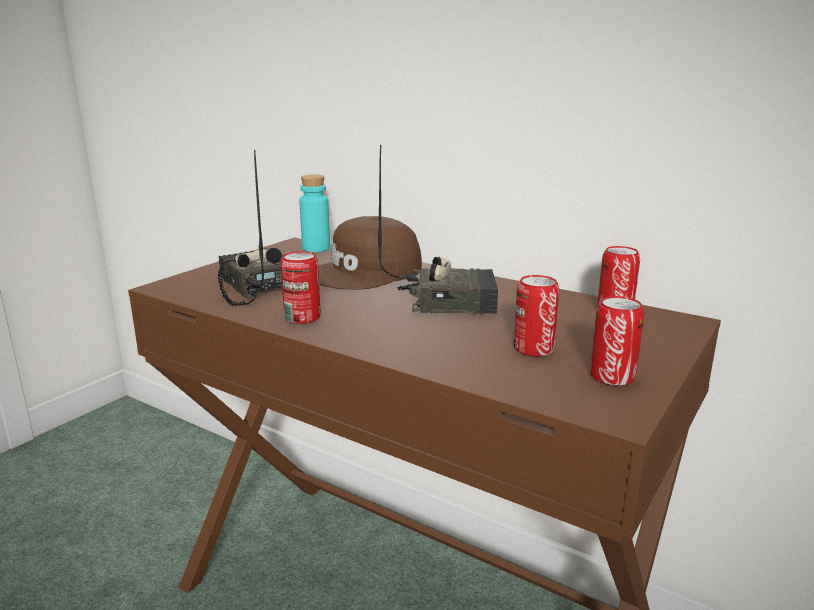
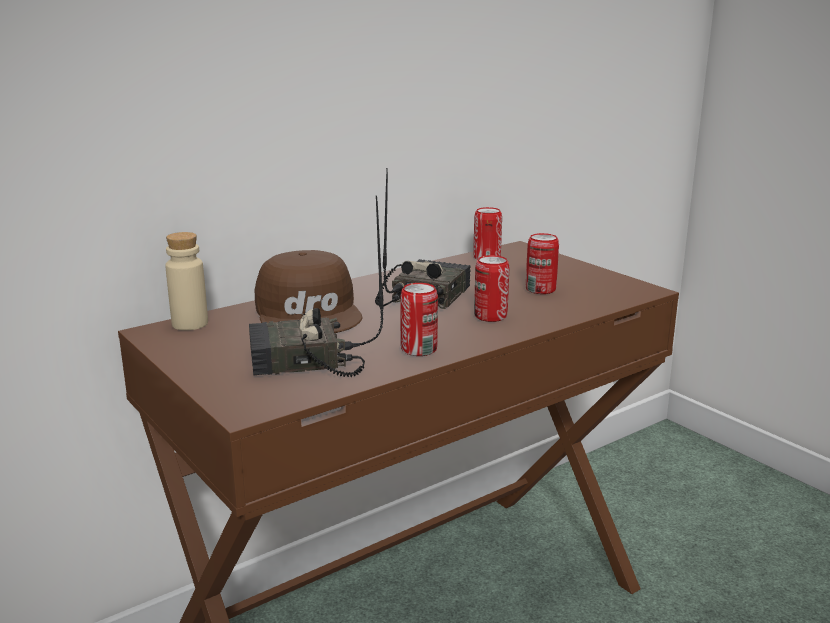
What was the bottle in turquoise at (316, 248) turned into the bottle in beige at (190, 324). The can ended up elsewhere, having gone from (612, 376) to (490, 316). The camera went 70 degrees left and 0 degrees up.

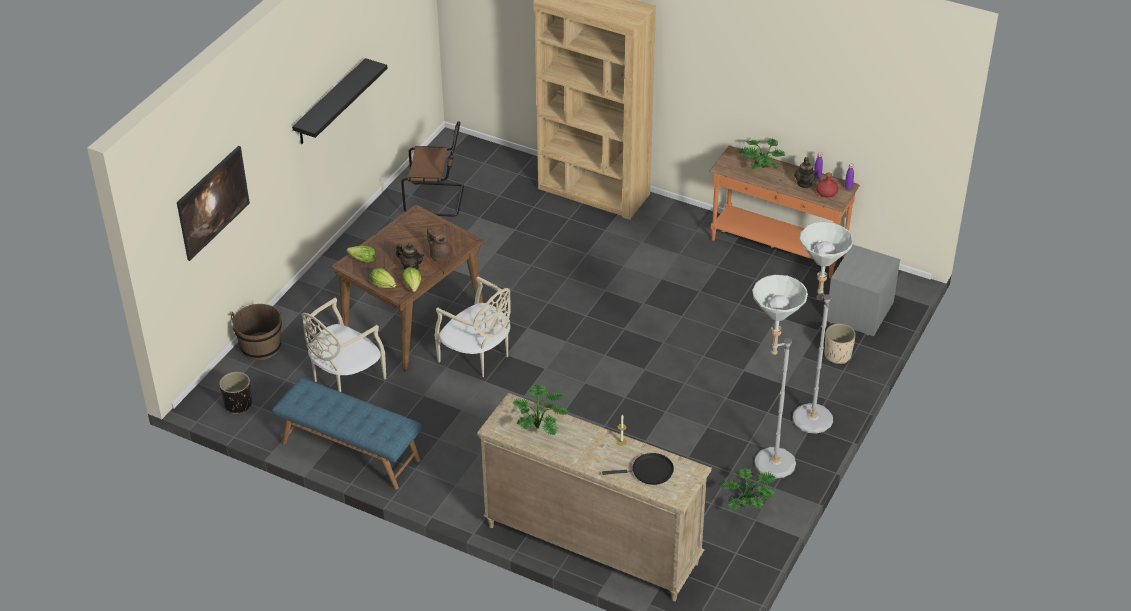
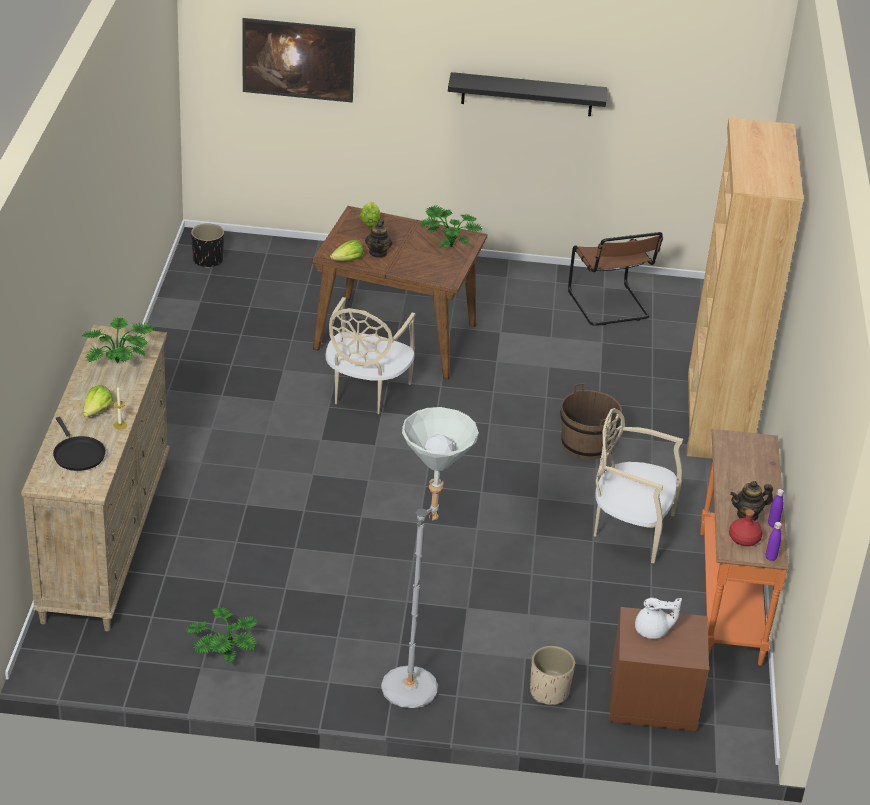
The lettuce ended up elsewhere, having gone from (383, 285) to (97, 411). The potted plant ended up elsewhere, having gone from (760, 168) to (448, 245). The bucket in brown ended up elsewhere, having gone from (261, 346) to (586, 444). The chair in beige ended up elsewhere, having gone from (345, 377) to (630, 529). What was the nightstand in grey at (860, 312) turned into the nightstand in brown at (651, 700). The second view gained the teapot in white at (653, 631). The second view lost the bench in blue at (350, 452). The second view lost the teapot in brown at (440, 255). The second view lost the floor lamp in grey at (766, 465). The camera went 65 degrees right and 5 degrees down.

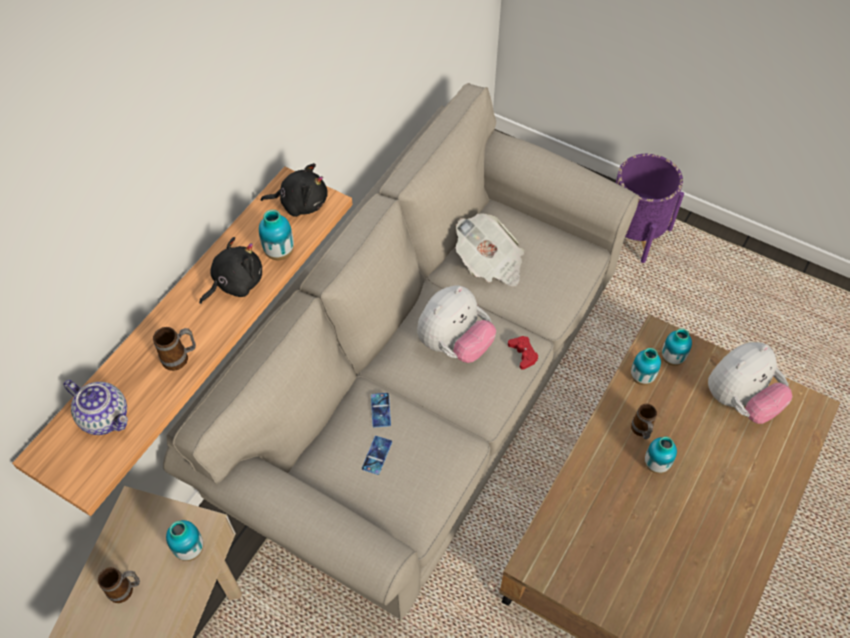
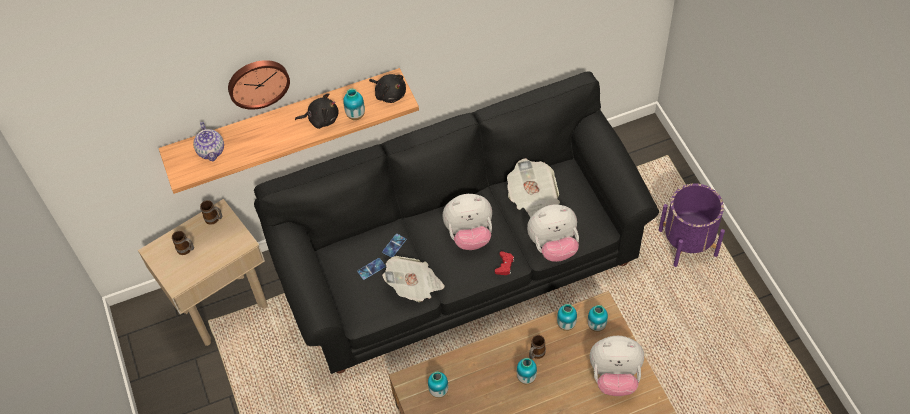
The mug ended up elsewhere, having gone from (181, 358) to (214, 219). The second view gained the wall clock at (258, 82). What was the sofa in beige at (425, 390) turned into the sofa in black at (458, 260). The second view gained the newspaper at (414, 286). The vase ended up elsewhere, having gone from (190, 549) to (438, 391). The second view gained the plush toy at (553, 246). The camera went 40 degrees right and 0 degrees up.

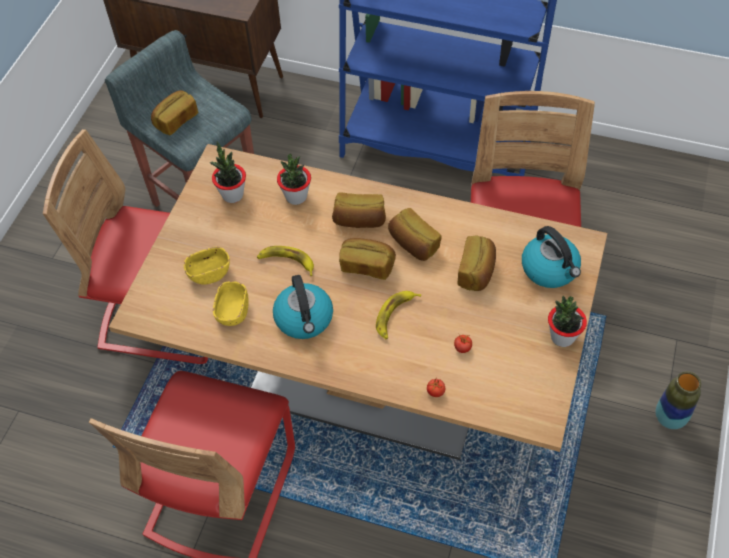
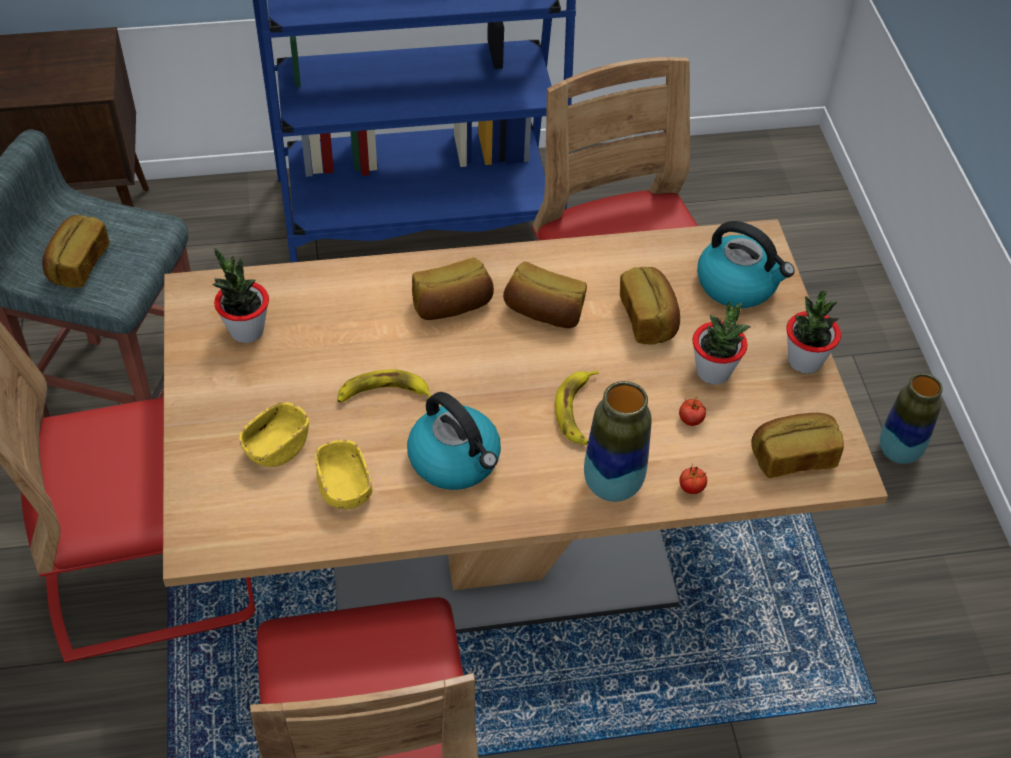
The second view gained the vase at (612, 485). The potted plant ended up elsewhere, having gone from (296, 197) to (713, 372). The bread ended up elsewhere, having gone from (367, 265) to (792, 457). The camera went 30 degrees left and 5 degrees down.

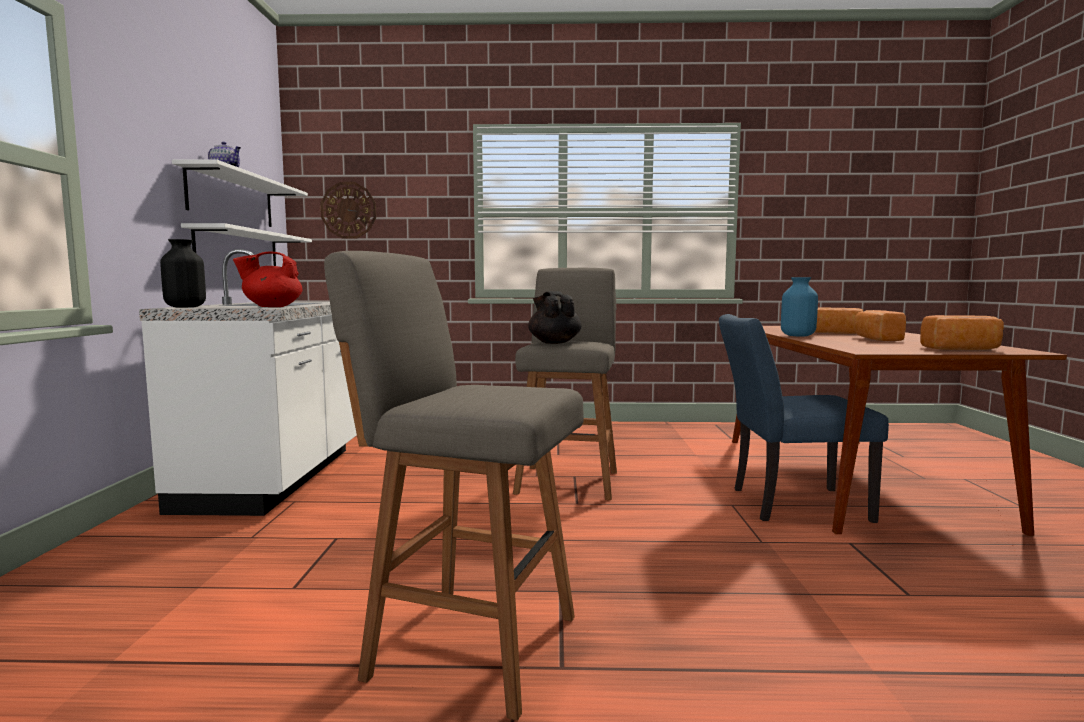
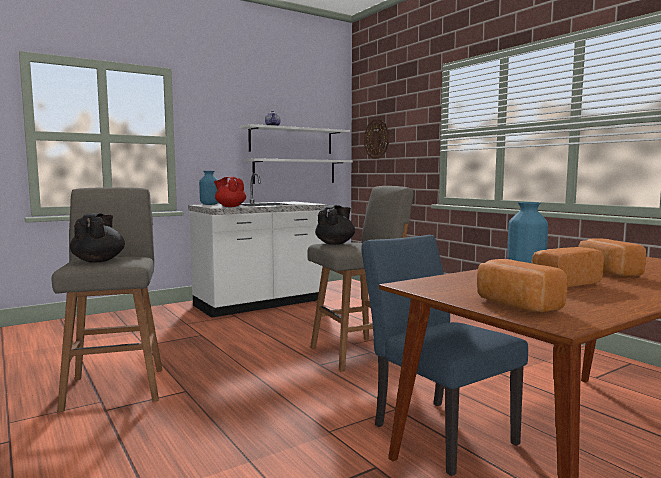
The second view gained the teapot in black at (99, 261). What was the vase in black at (184, 307) turned into the vase in blue at (209, 204). The camera went 55 degrees right and 0 degrees up.

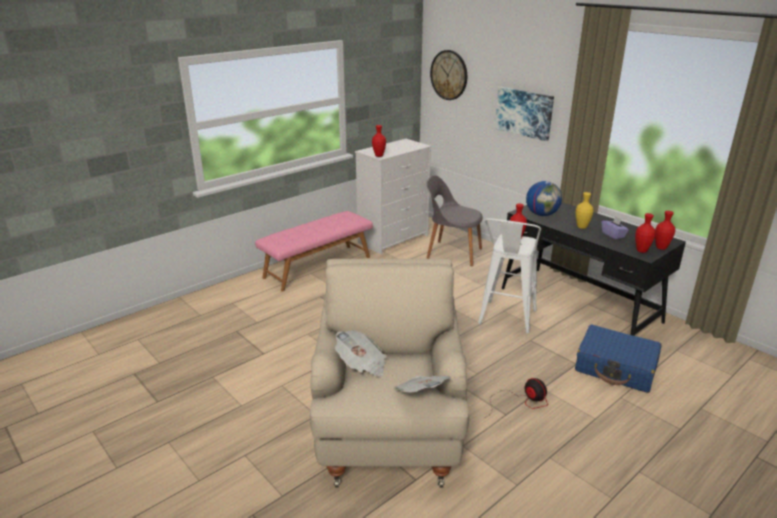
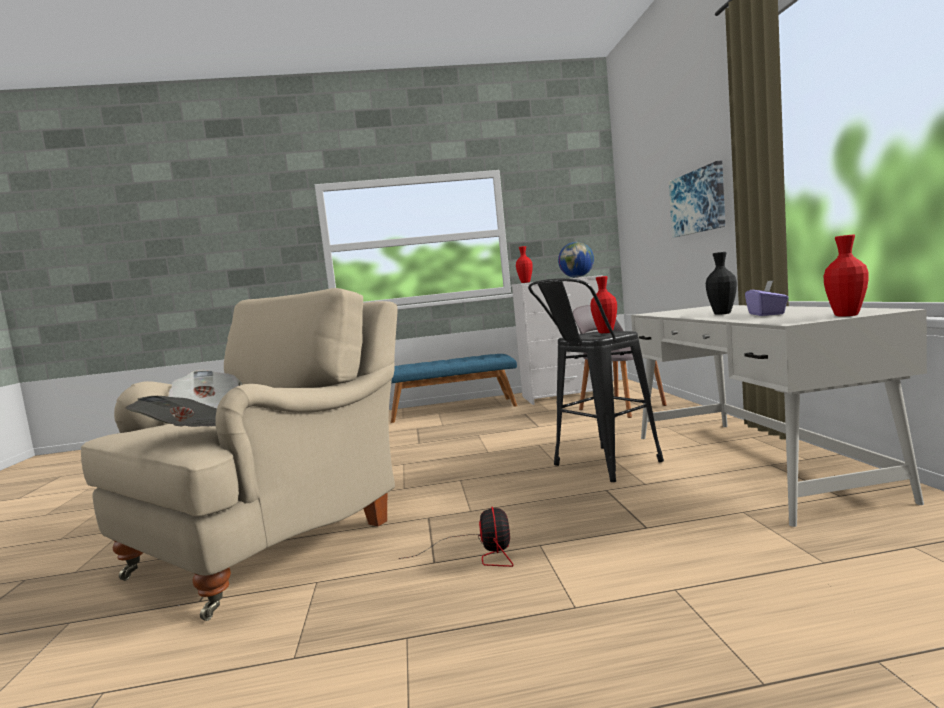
What was the bench in pink at (317, 267) turned into the bench in blue at (453, 409). What was the stool in white at (505, 320) turned into the stool in black at (599, 466). The globe ended up elsewhere, having gone from (542, 214) to (577, 277). What was the desk in black at (579, 305) turned into the desk in white at (750, 464). What was the vase in yellow at (581, 227) turned into the vase in black at (722, 313). The second view lost the wall clock at (449, 75). The second view lost the suitcase in blue at (616, 368). The second view lost the vase in red at (641, 251). The camera went 35 degrees right and 20 degrees down.

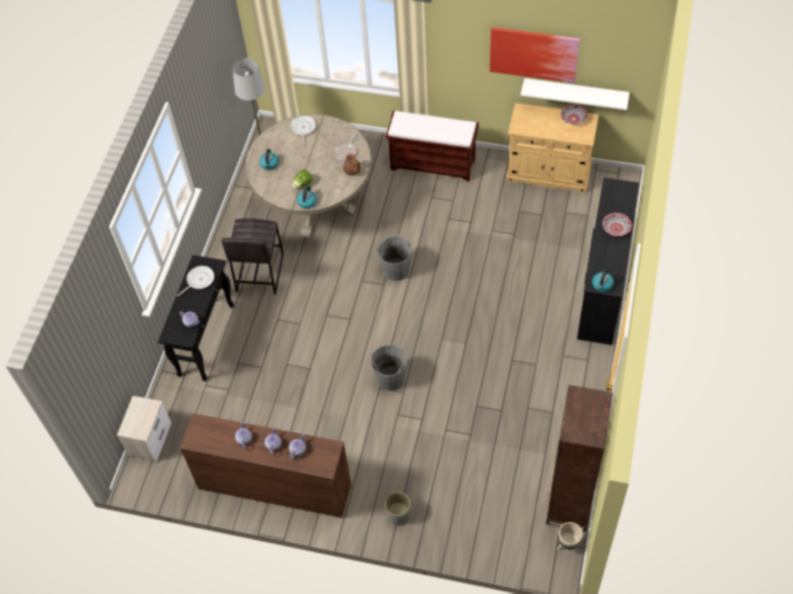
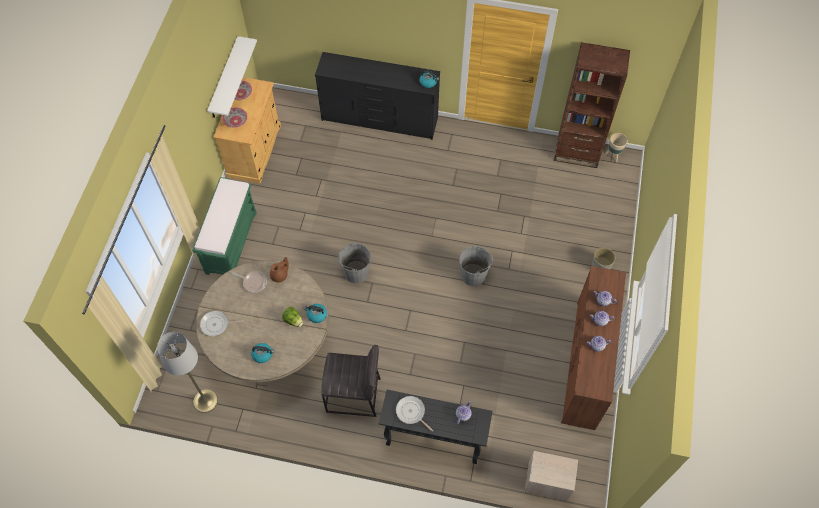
What was the bench in brown at (433, 164) turned into the bench in green at (231, 242). The bowl ended up elsewhere, having gone from (616, 229) to (236, 121). The second view lost the picture at (533, 54). The camera went 95 degrees left and 5 degrees up.

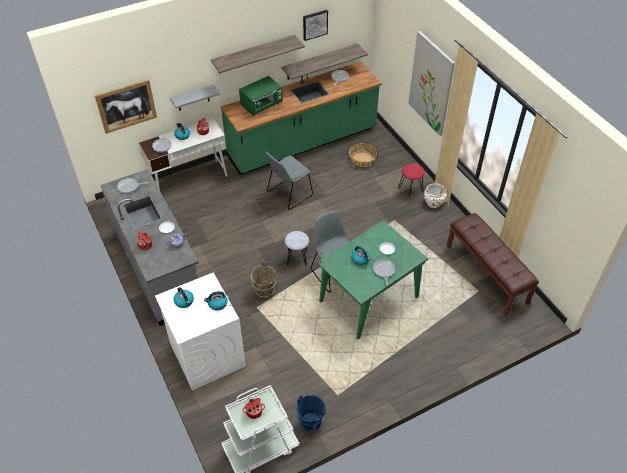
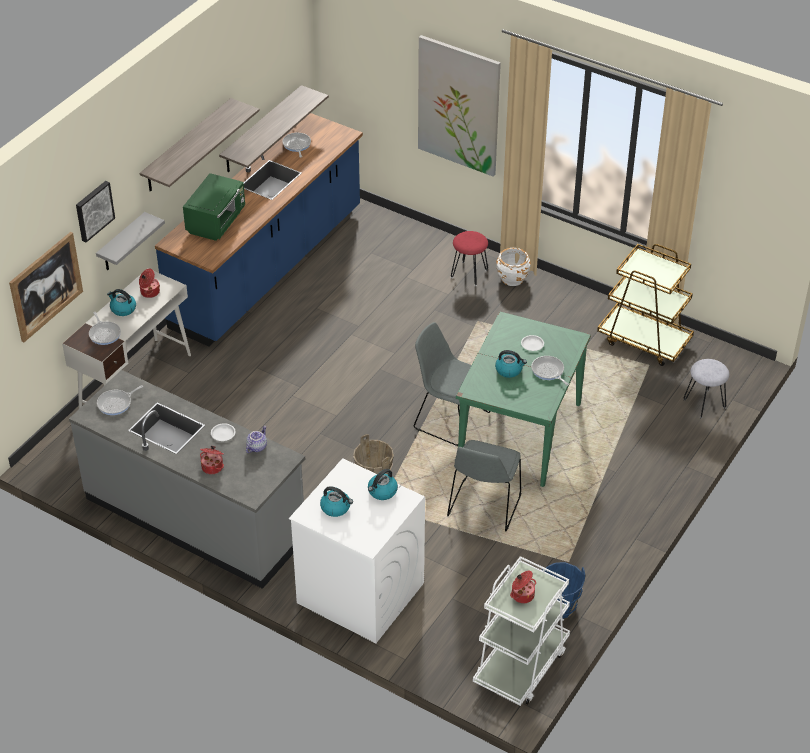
The picture ended up elsewhere, having gone from (314, 24) to (93, 210). What was the counter in green at (303, 144) turned into the counter in blue at (268, 268). The chair in grey ended up elsewhere, having gone from (288, 194) to (484, 506). Where the bench in brown stood at (487, 274), the cart in brown came to stand at (644, 340). The stool in grey ended up elsewhere, having gone from (297, 258) to (704, 403). The second view lost the basket at (362, 160). The camera went 30 degrees left and 5 degrees down.

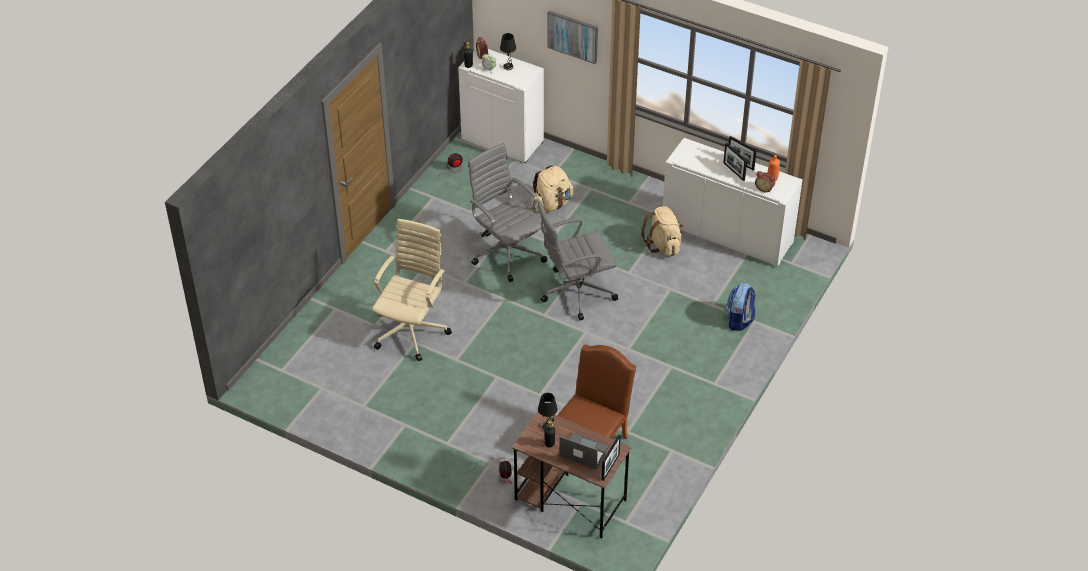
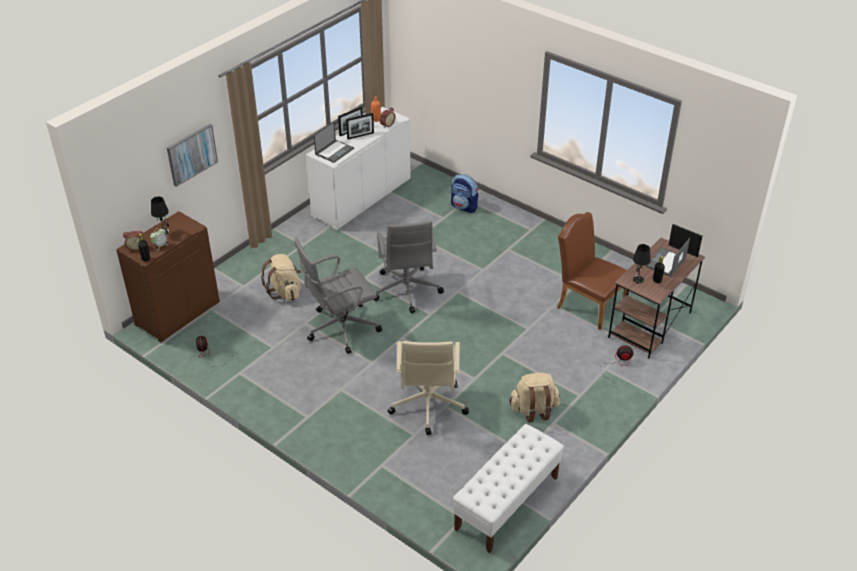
What was the cabinet in white at (503, 140) turned into the cabinet in brown at (177, 313). The second view gained the laptop at (334, 151). The office chair in beige at (412, 330) ended up facing another way, 120 degrees counterclockwise from before. The second view gained the bench in white at (507, 503). The backpack in beige ended up elsewhere, having gone from (663, 245) to (534, 410). The camera went 80 degrees left and 5 degrees down.

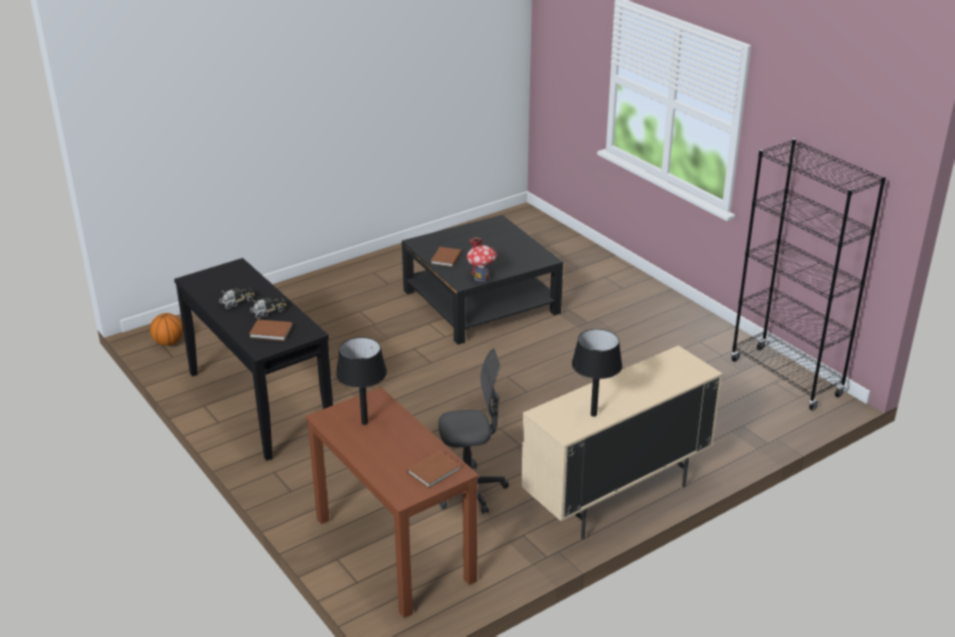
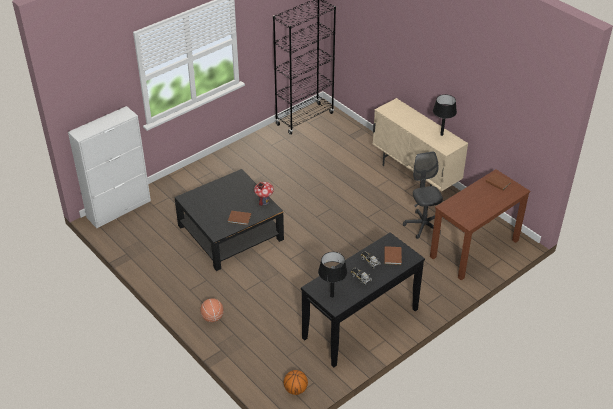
The second view gained the cabinet in white at (119, 209). The second view gained the basketball at (212, 317). The table lamp in black ended up elsewhere, having gone from (364, 423) to (332, 296). The camera went 95 degrees left and 10 degrees up.

